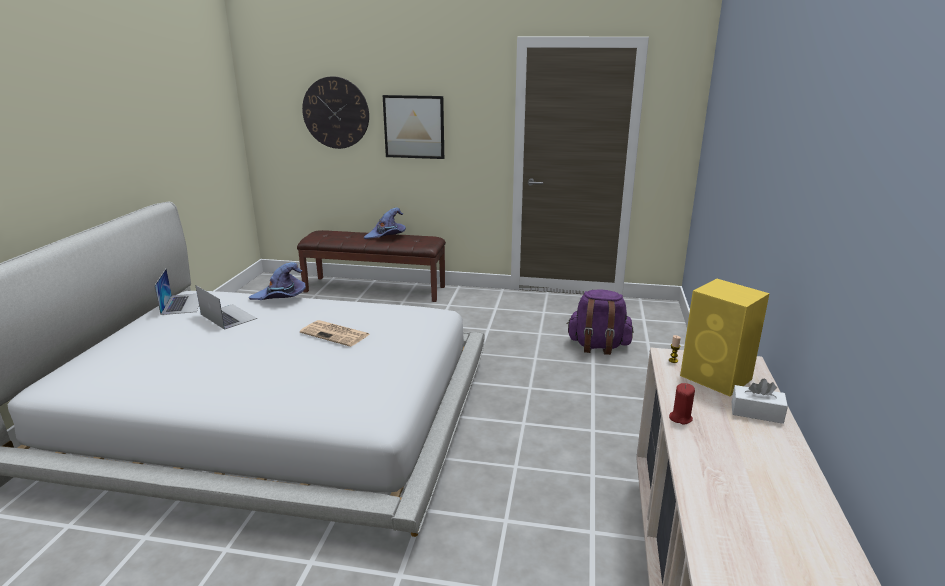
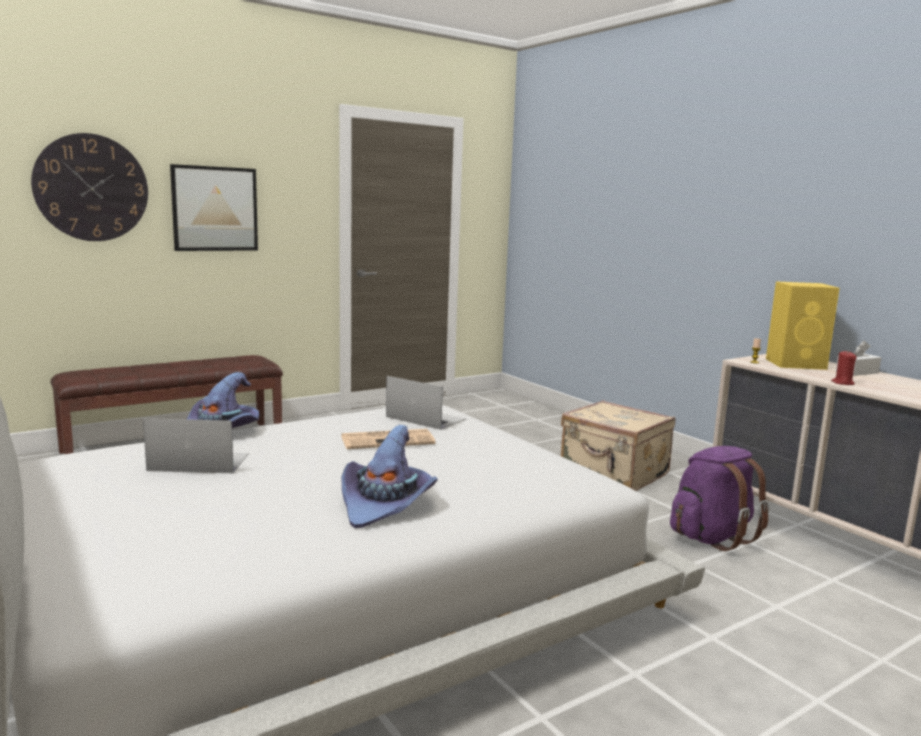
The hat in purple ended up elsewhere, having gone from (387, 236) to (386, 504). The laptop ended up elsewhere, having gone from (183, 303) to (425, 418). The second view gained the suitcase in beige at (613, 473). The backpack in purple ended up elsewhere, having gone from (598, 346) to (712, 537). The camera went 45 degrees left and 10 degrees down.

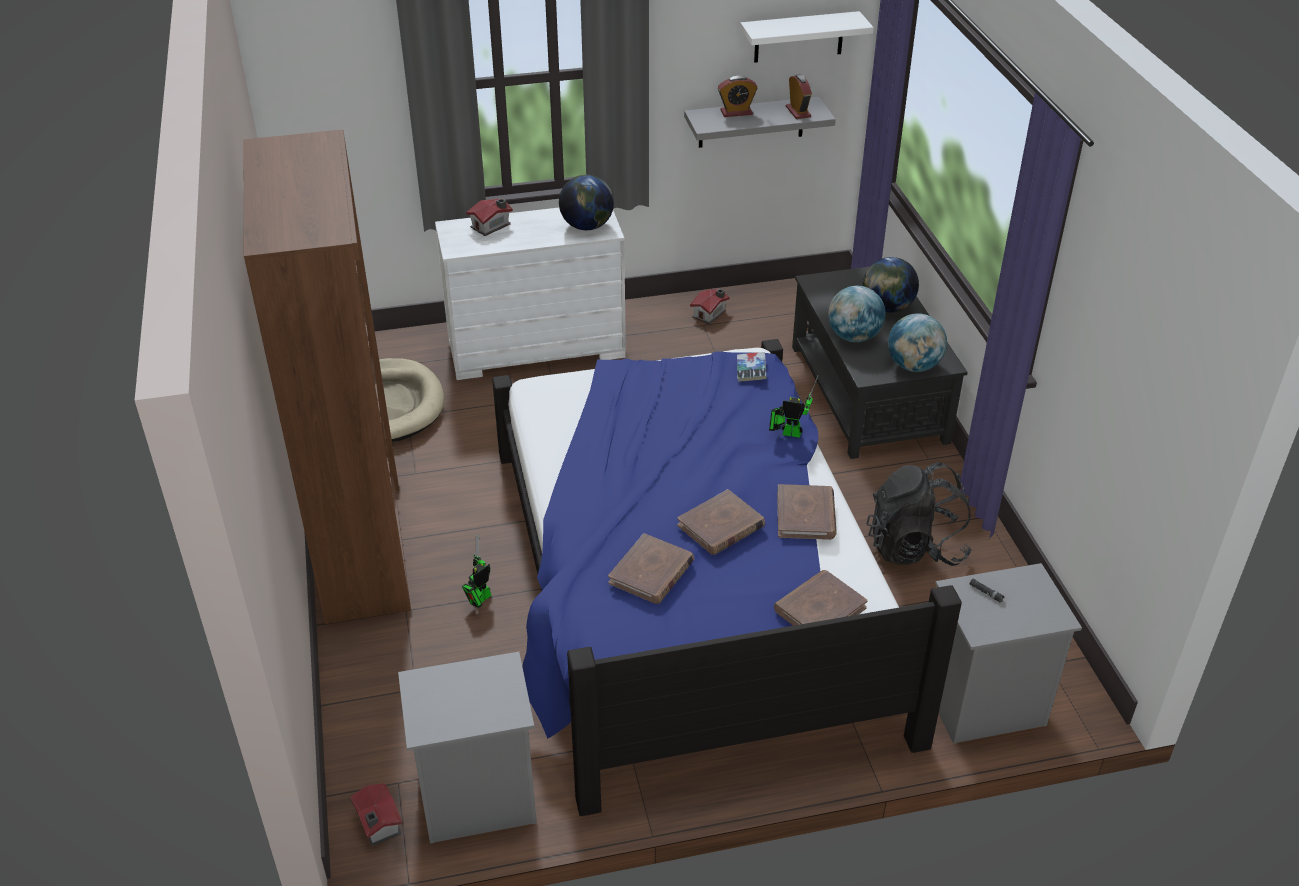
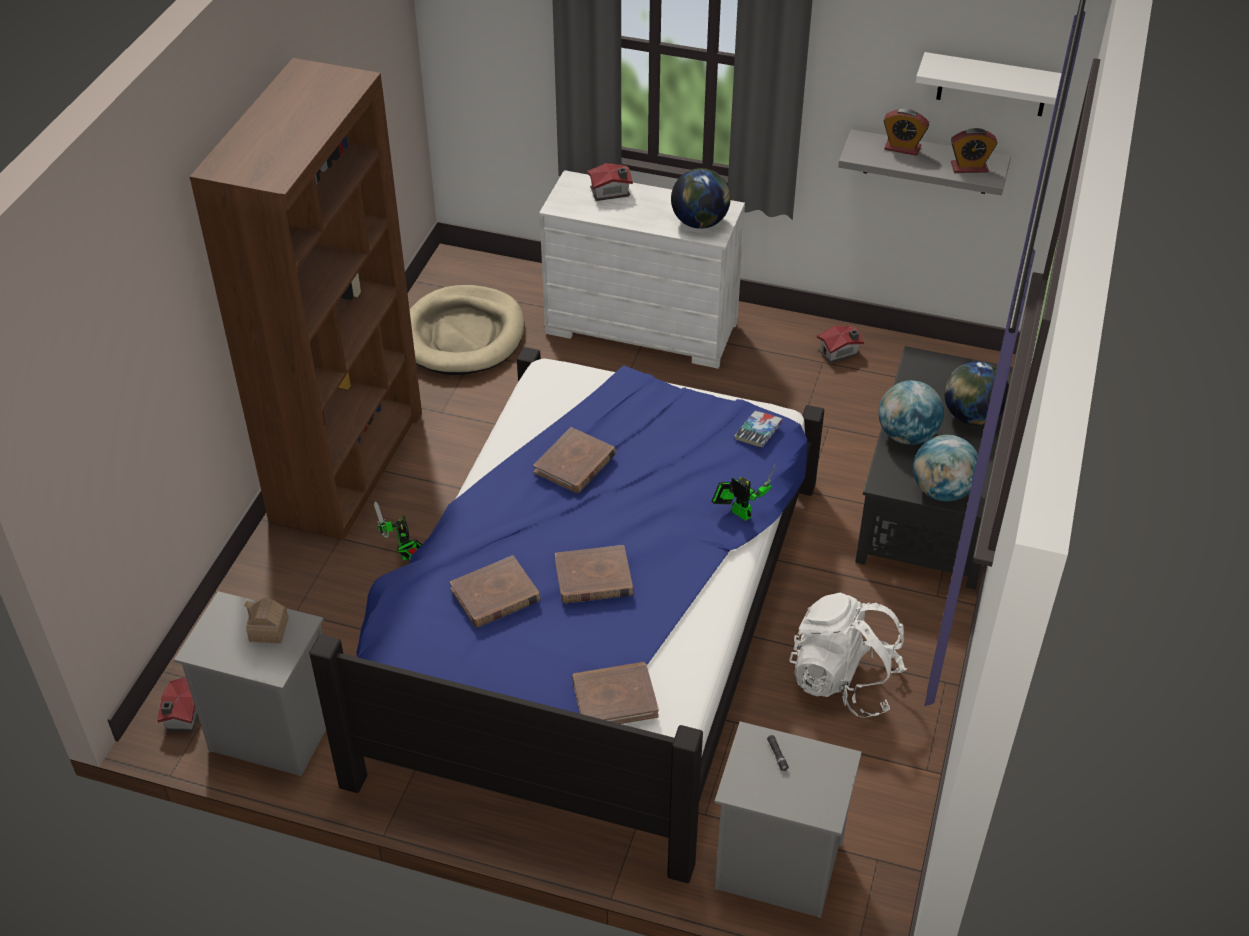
The second view gained the toy house at (268, 630). The toy robot at (479, 599) ended up facing another way, 90 degrees counterclockwise from before. The book in brown ended up elsewhere, having gone from (806, 515) to (575, 464). What was the backpack in black at (915, 547) turned into the backpack in white at (843, 681). The alarm clock at (798, 112) ended up facing another way, 75 degrees clockwise from before. The camera went 30 degrees right and 5 degrees up.

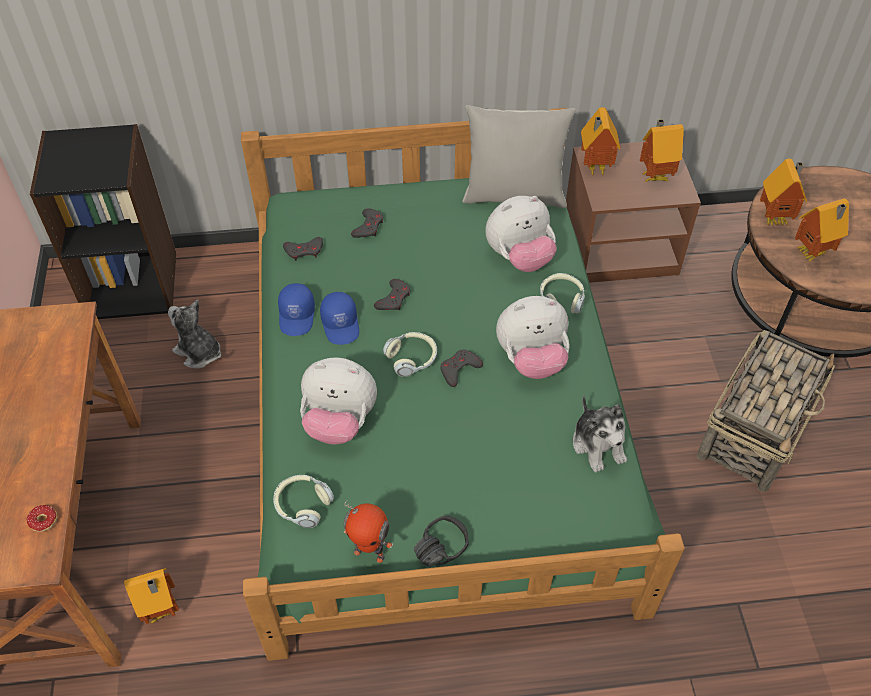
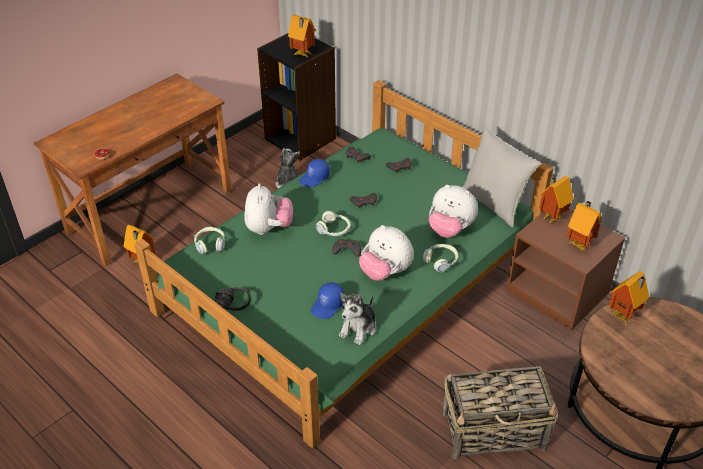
The plush toy at (339, 421) ended up facing another way, 150 degrees counterclockwise from before. The toy house ended up elsewhere, having gone from (812, 254) to (302, 55). The cap in blue ended up elsewhere, having gone from (341, 324) to (328, 306). The second view lost the toy robot at (370, 552). The camera went 50 degrees right and 10 degrees down.

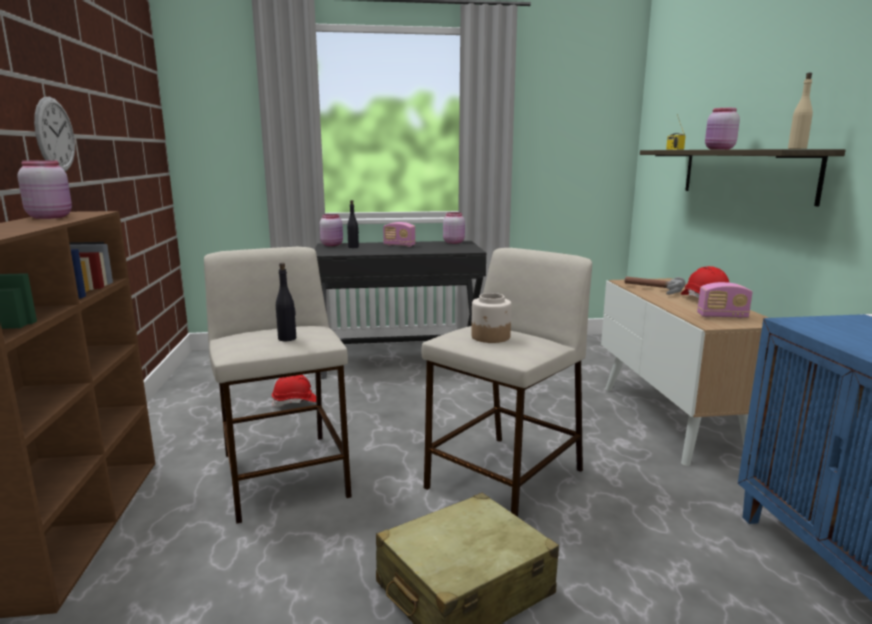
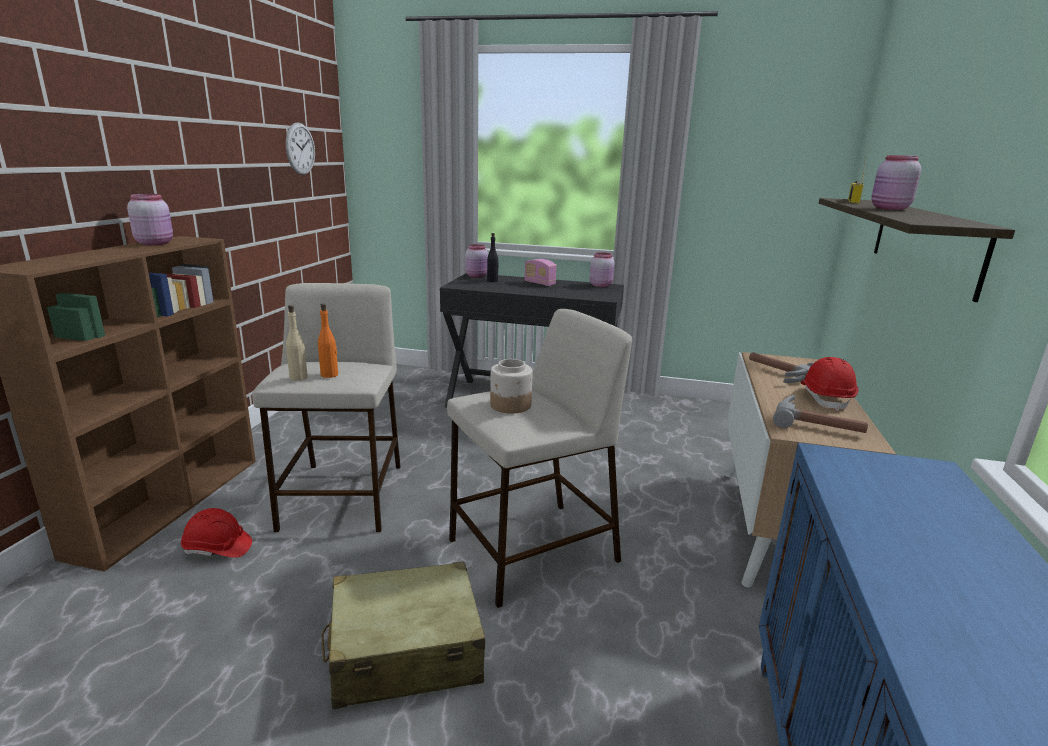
The hard hat in red ended up elsewhere, having gone from (295, 402) to (217, 549). The wall clock ended up elsewhere, having gone from (54, 135) to (300, 149). The bottle in beige ended up elsewhere, having gone from (797, 148) to (299, 377). What was the bottle in black at (287, 338) turned into the bottle in orange at (329, 375). Where the radio stood at (722, 316), the hammer came to stand at (817, 424). The camera went 20 degrees right and 5 degrees up.

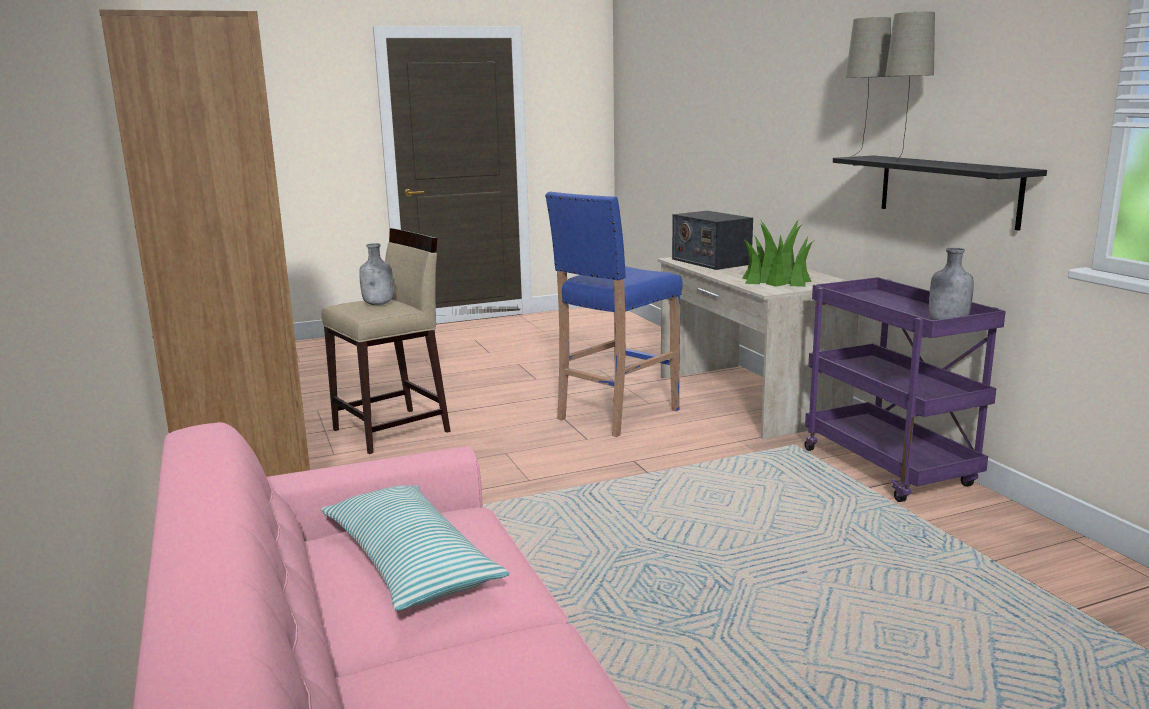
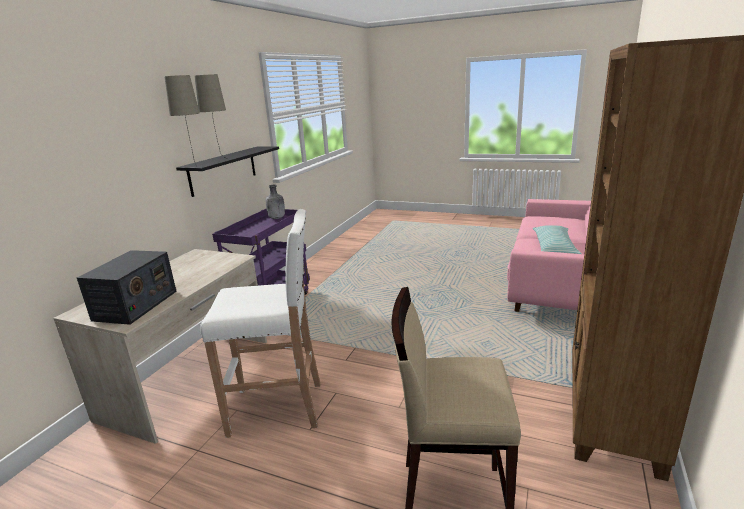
What was the stool in blue at (616, 415) turned into the stool in white at (279, 408). The second view lost the bottle in grey at (379, 304). The second view lost the potted plant at (777, 279). The camera went 135 degrees left and 5 degrees up.

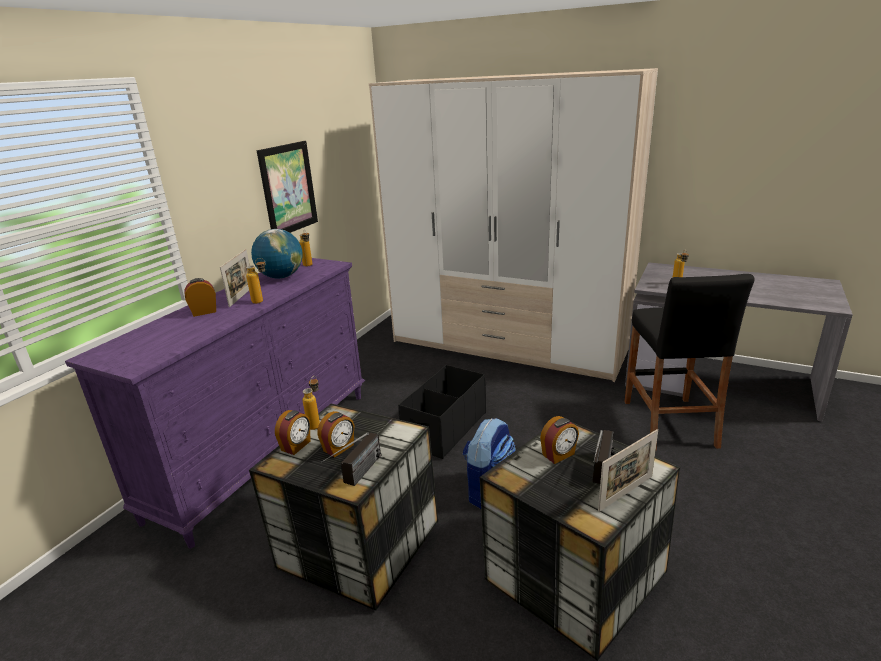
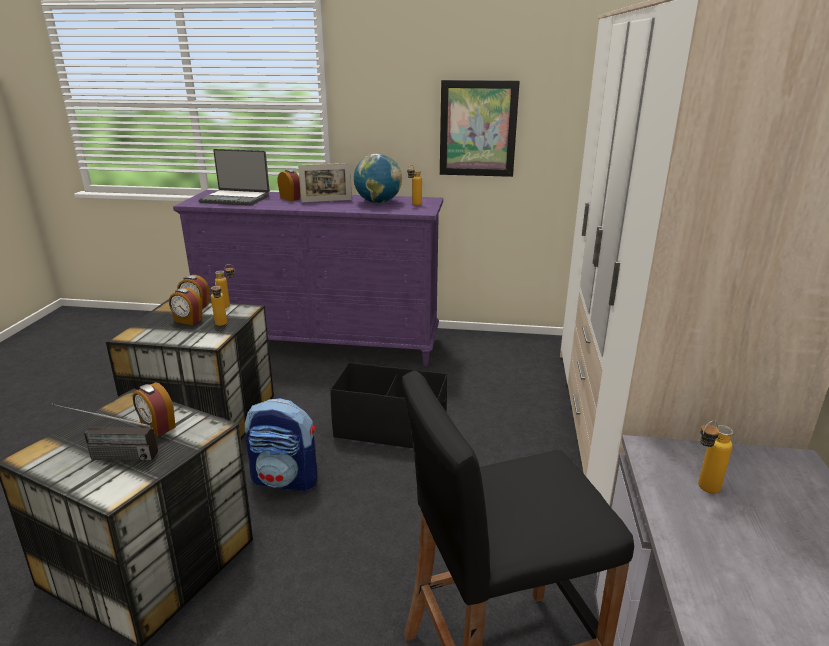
The second view gained the laptop at (236, 199). The bottle ended up elsewhere, having gone from (262, 301) to (221, 325). The second view lost the radio at (356, 477). The second view lost the picture frame at (625, 493). The camera went 70 degrees right and 0 degrees up.

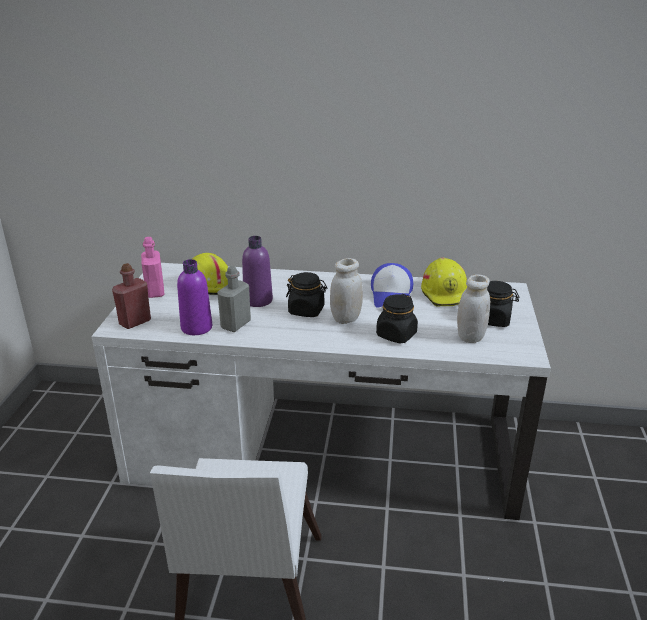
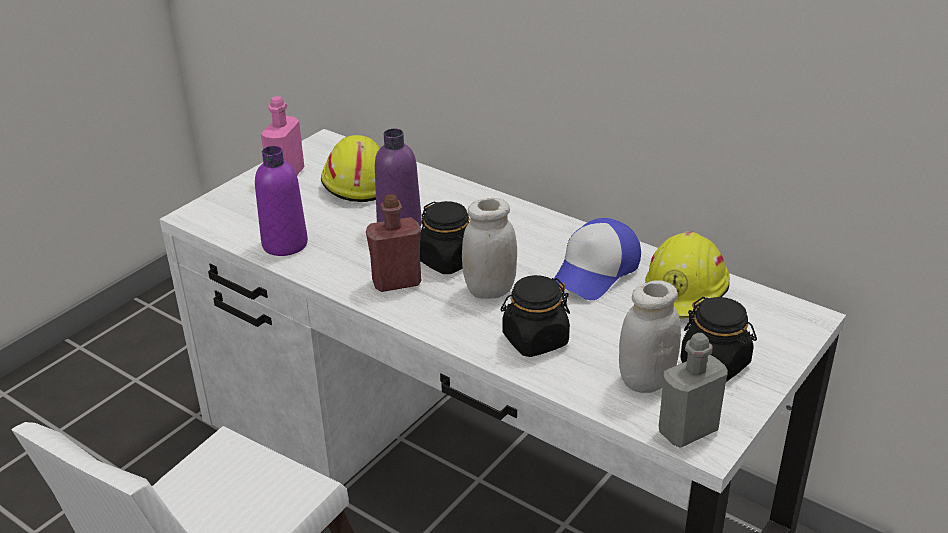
The bottle in red ended up elsewhere, having gone from (135, 322) to (396, 282). The bottle in grey ended up elsewhere, having gone from (235, 325) to (687, 431). The camera went 30 degrees right and 5 degrees up.

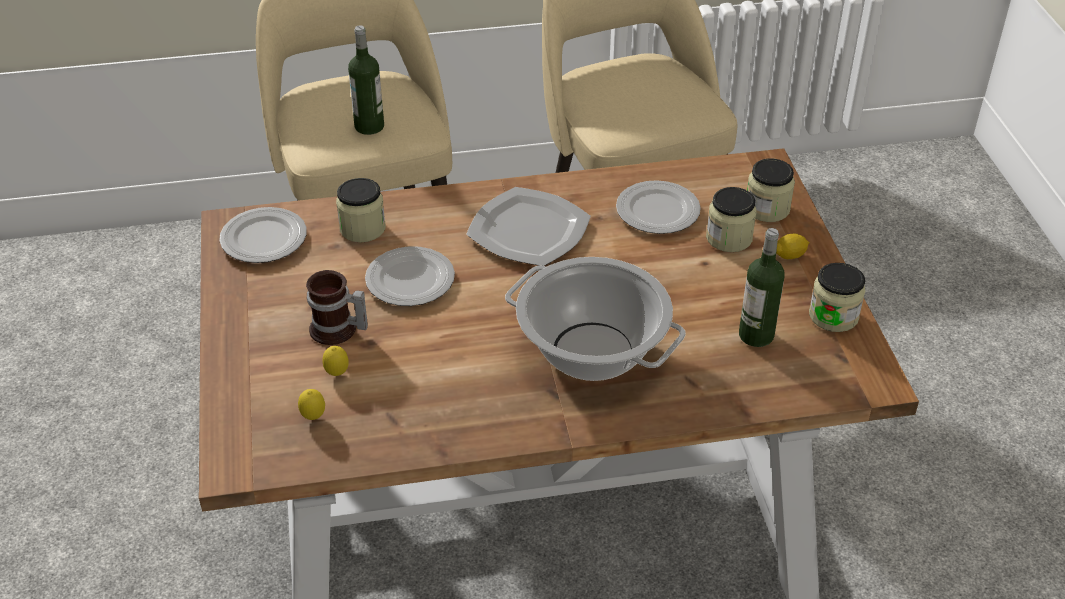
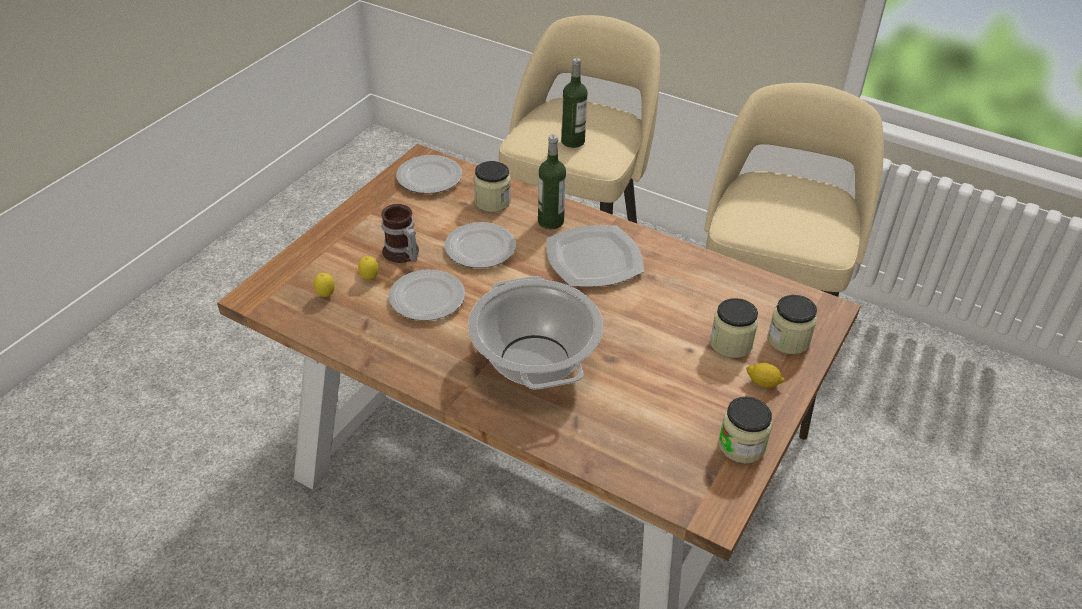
The plate ended up elsewhere, having gone from (657, 212) to (426, 298). The bottle ended up elsewhere, having gone from (756, 335) to (550, 221). The camera went 40 degrees right and 0 degrees up.

